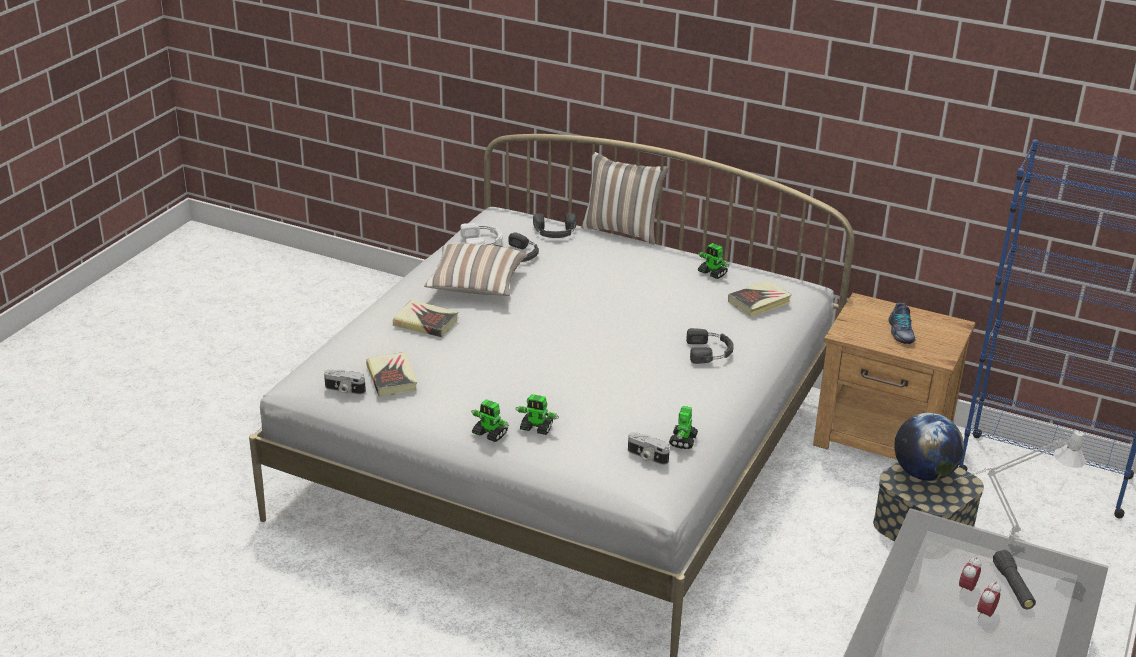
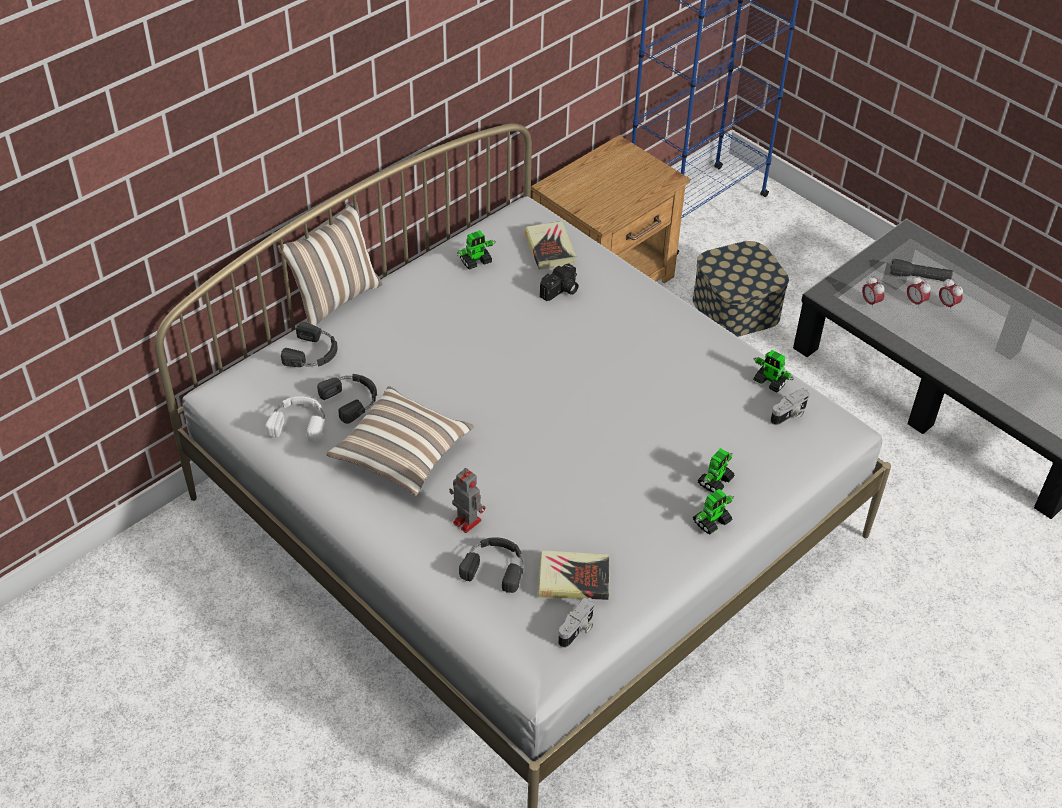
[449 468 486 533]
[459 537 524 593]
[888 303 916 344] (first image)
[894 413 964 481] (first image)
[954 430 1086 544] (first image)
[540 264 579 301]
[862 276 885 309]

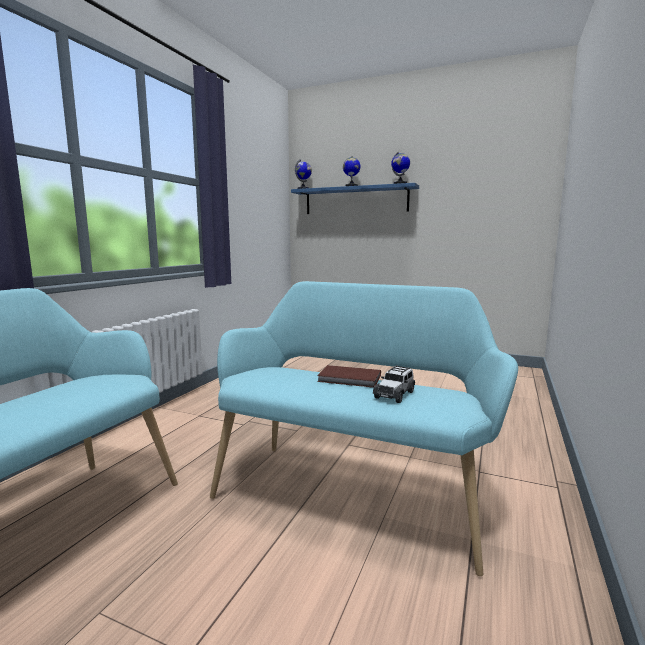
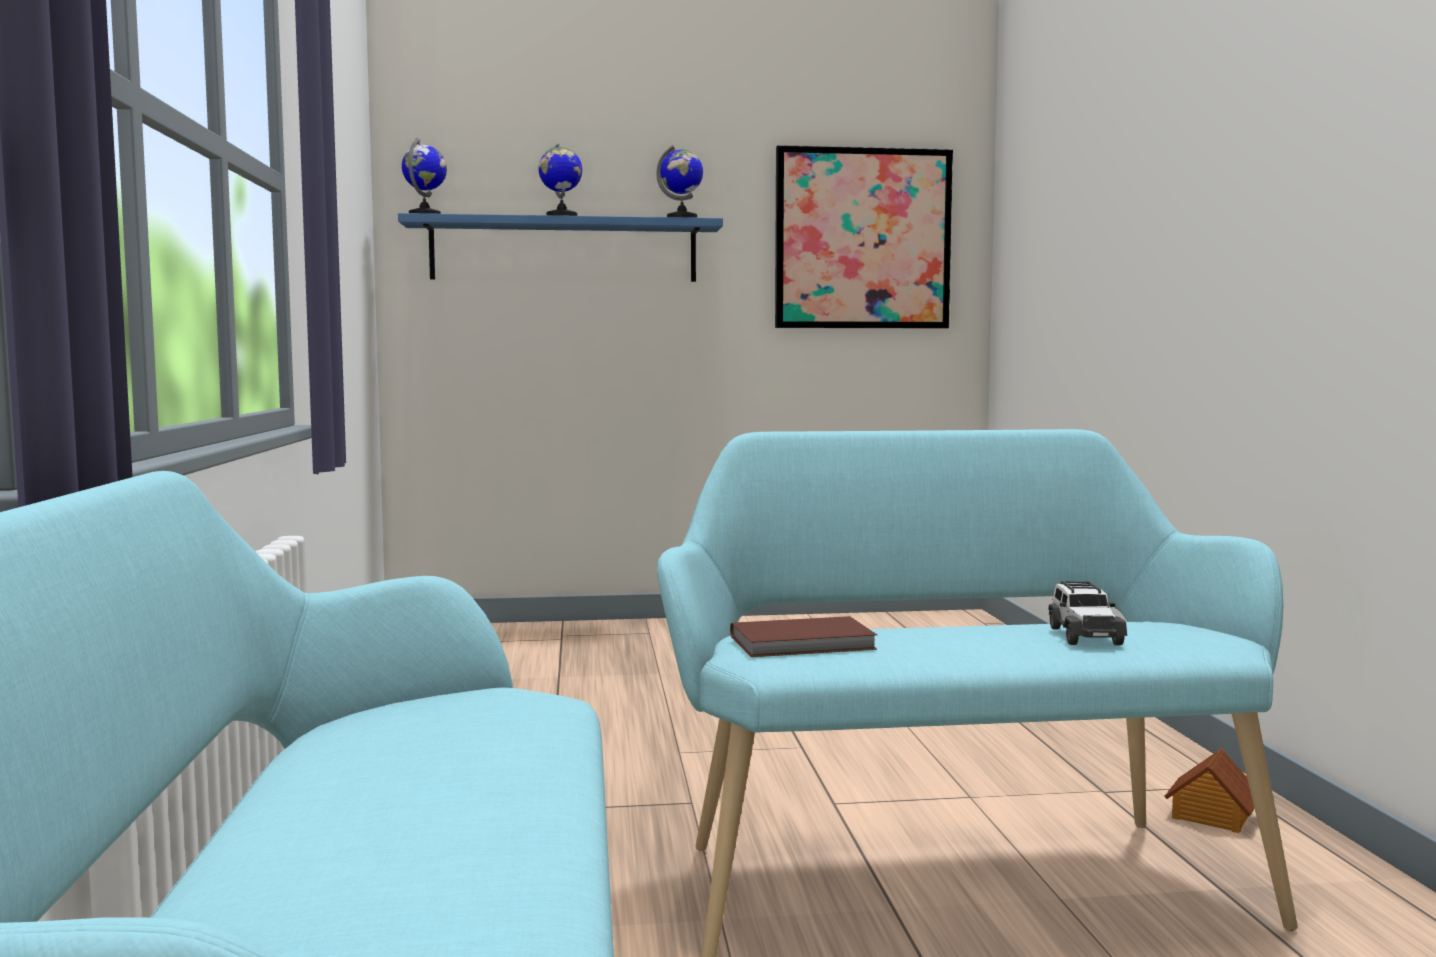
[730 616 877 657]
[775 145 953 329]
[1164 748 1255 833]

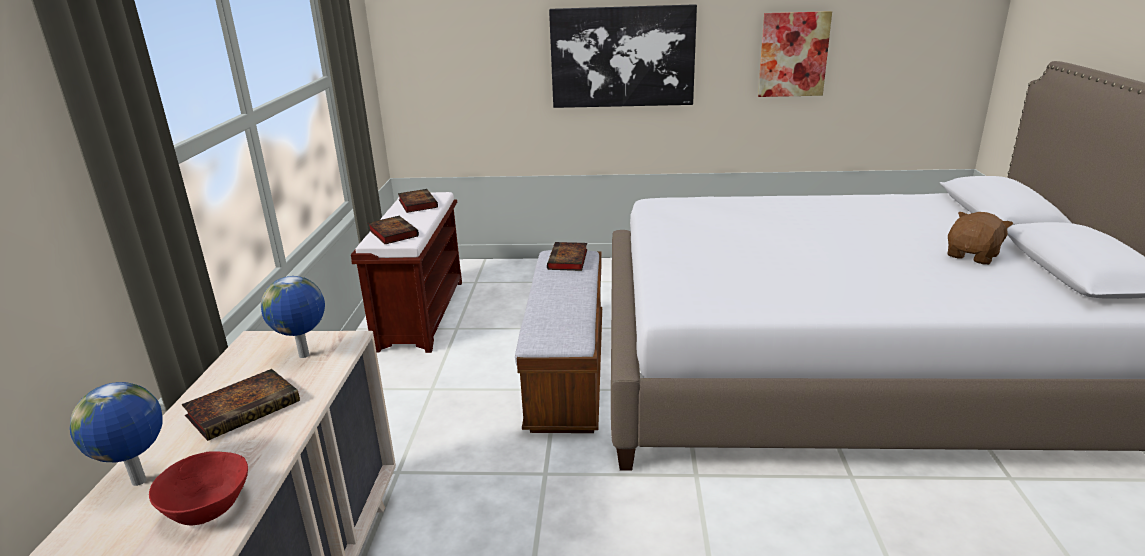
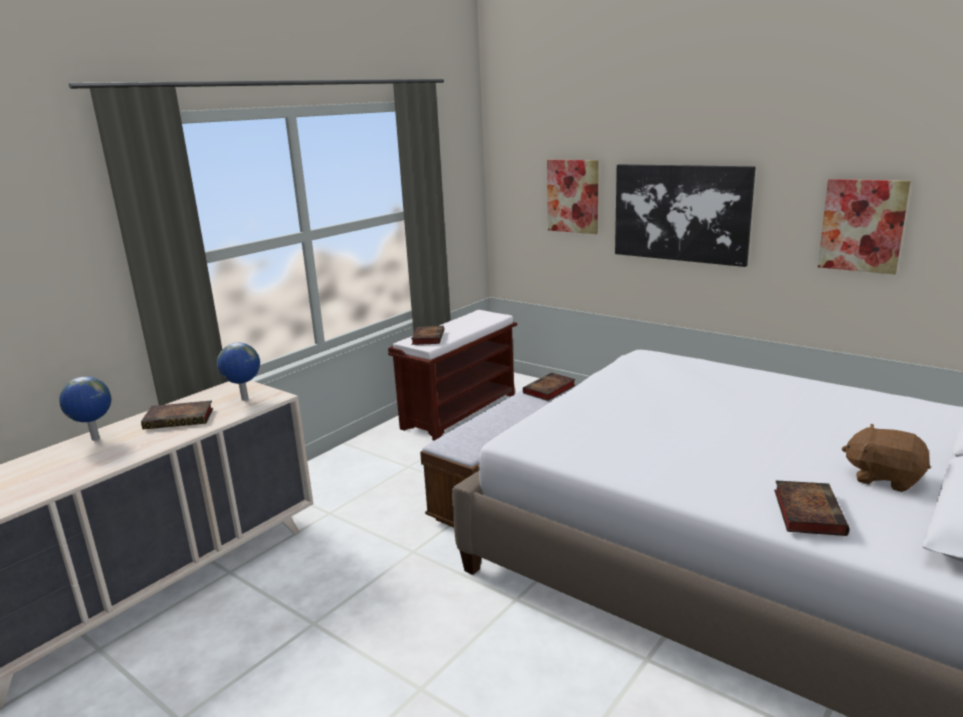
[149 451 248 525] (first image)
[774 480 850 536]
[842 424 931 492]
[547 160 599 234]

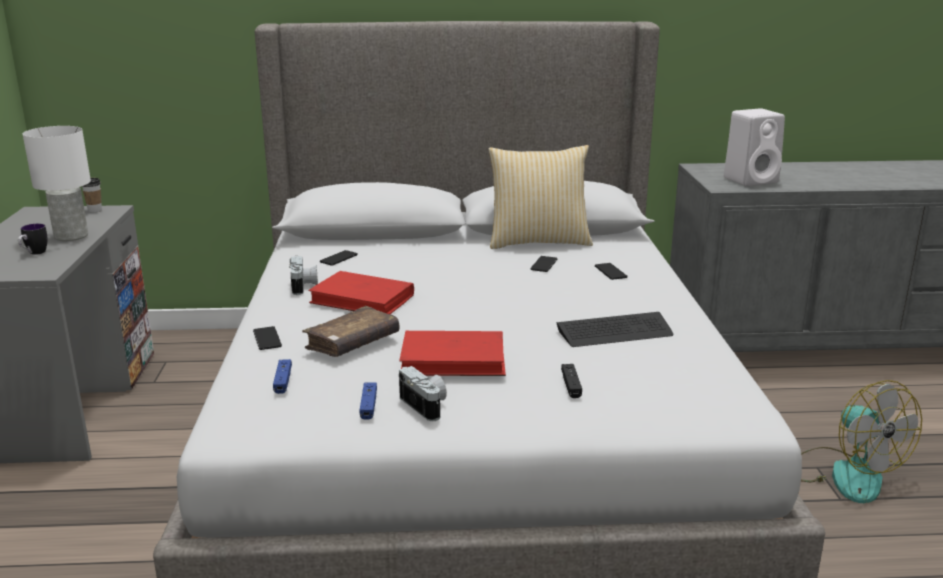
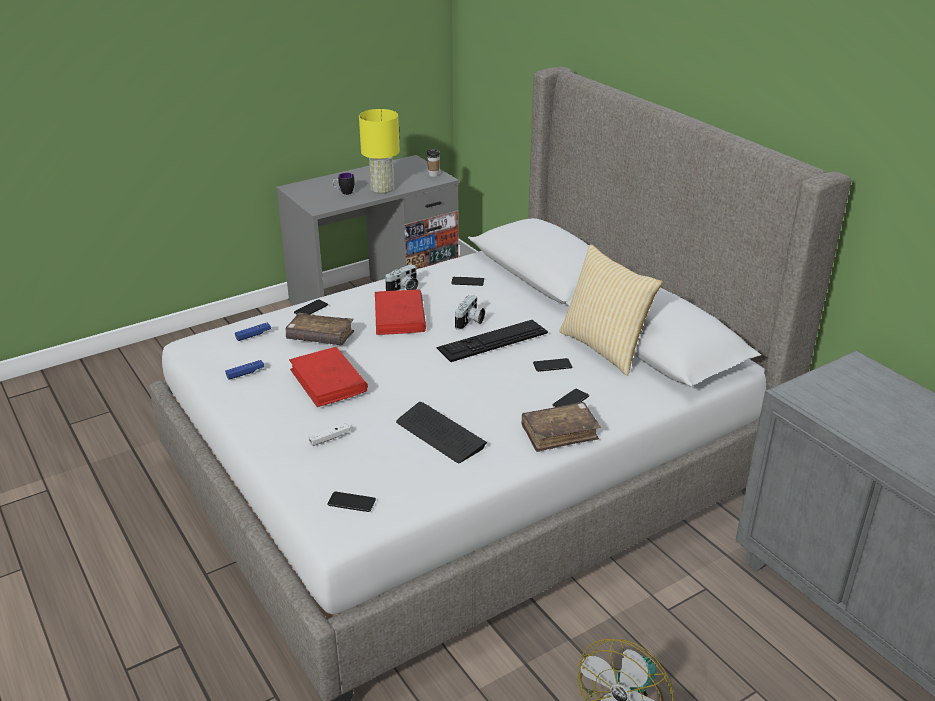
[359 109 400 193]
[455 295 485 330]
[308 423 350 446]
[724 108 785 186] (first image)
[327 492 376 512]
[436 320 548 362]
[521 402 601 452]

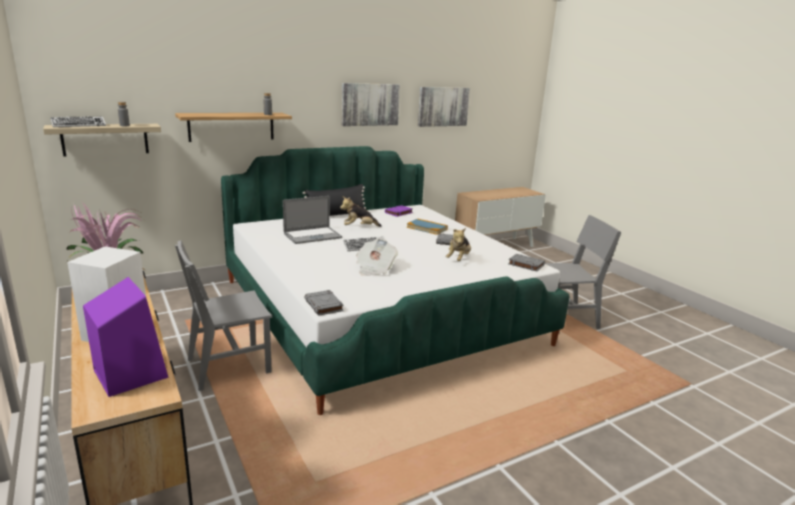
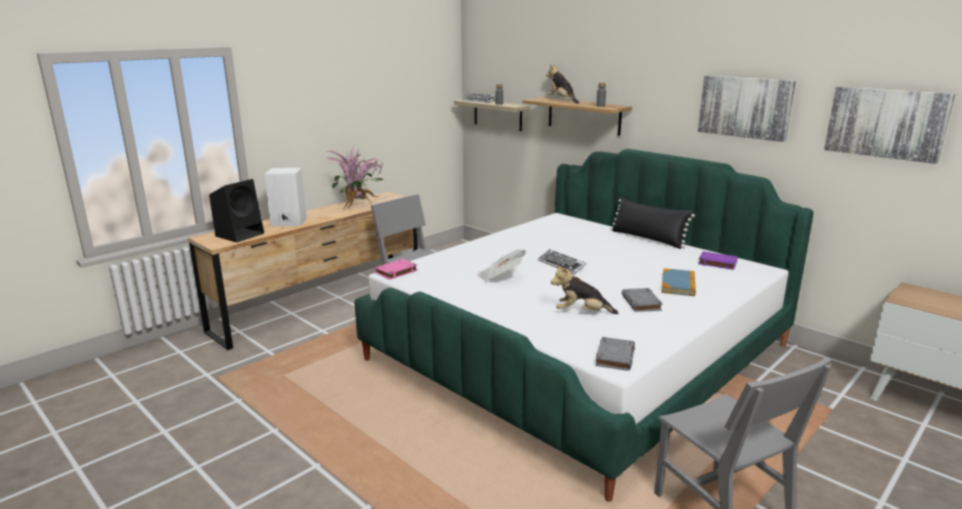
[209 179 264 242]
[283 196 342 244] (first image)
[374 259 418 280]
[546 64 579 103]

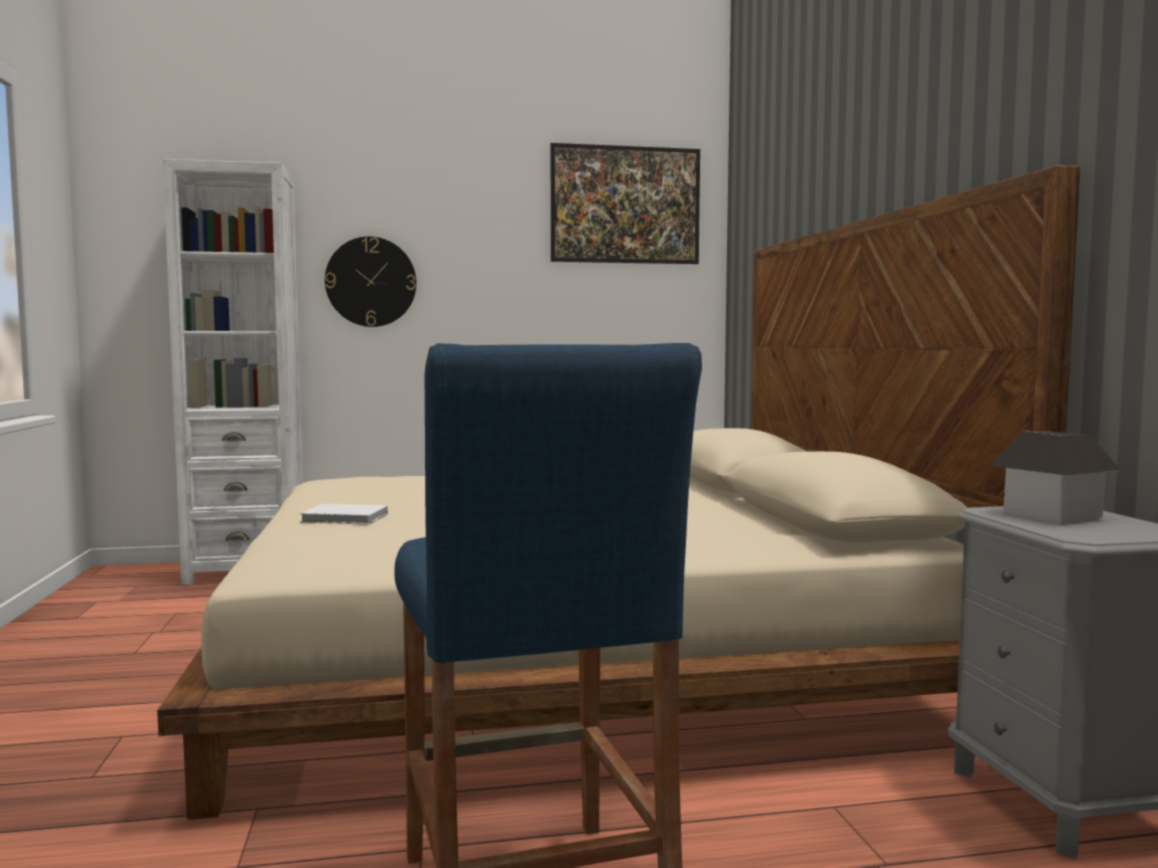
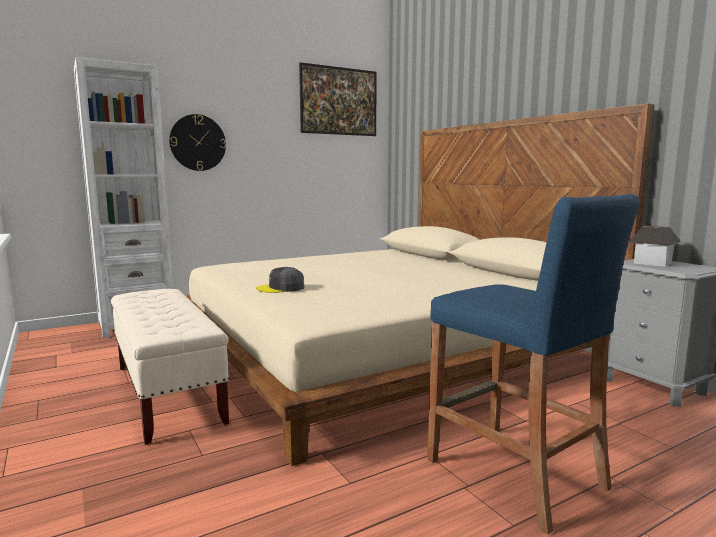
[256 267 304 293]
[111 289 229 445]

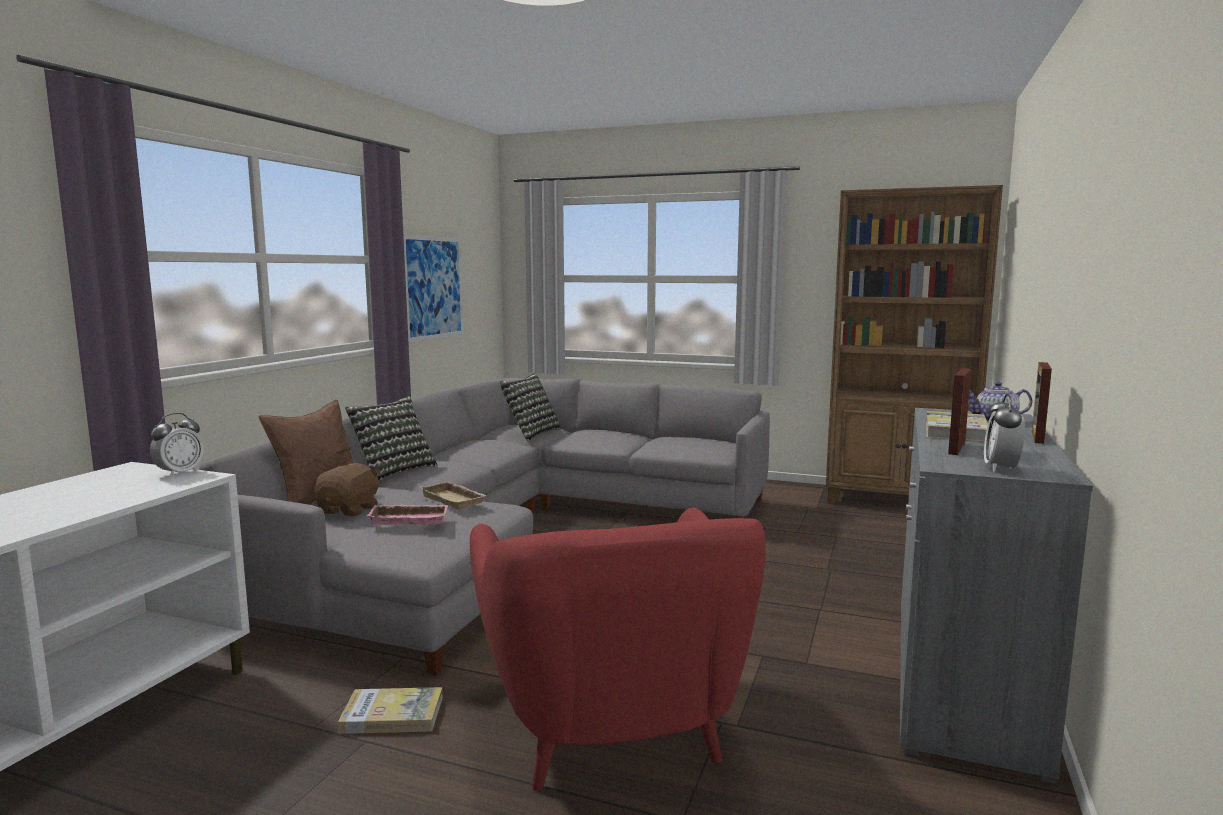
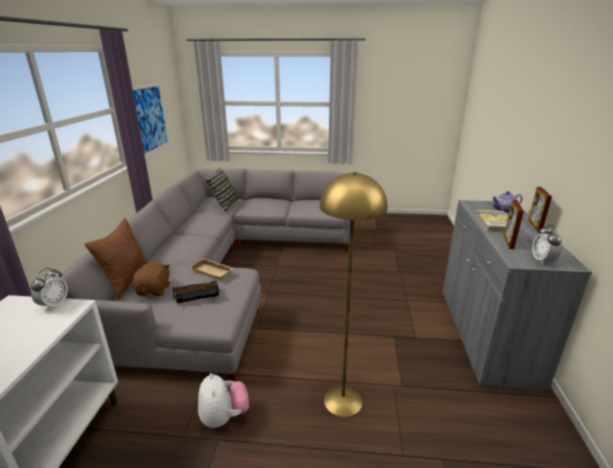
[198 373 249 428]
[345 396 437 481] (first image)
[173 281 220 303]
[320 172 388 417]
[826 185 1003 504] (first image)

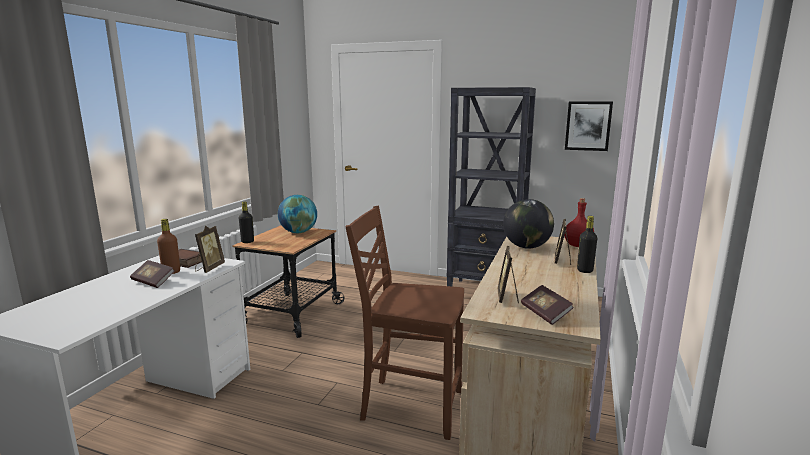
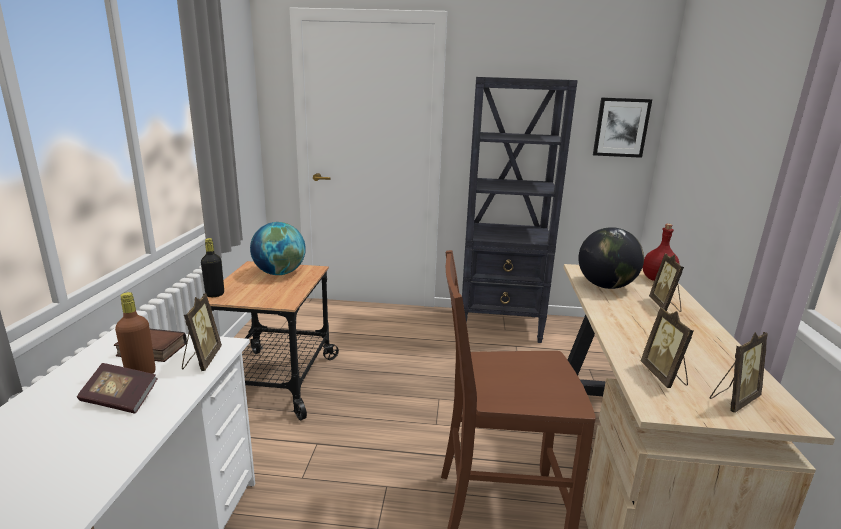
[710 332 768 413]
[577 216 597 273] (first image)

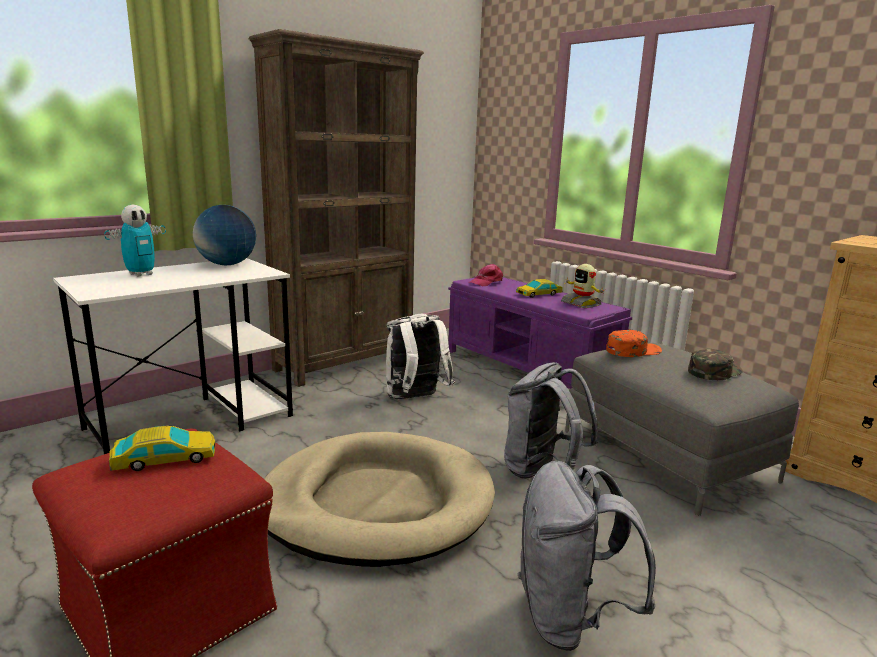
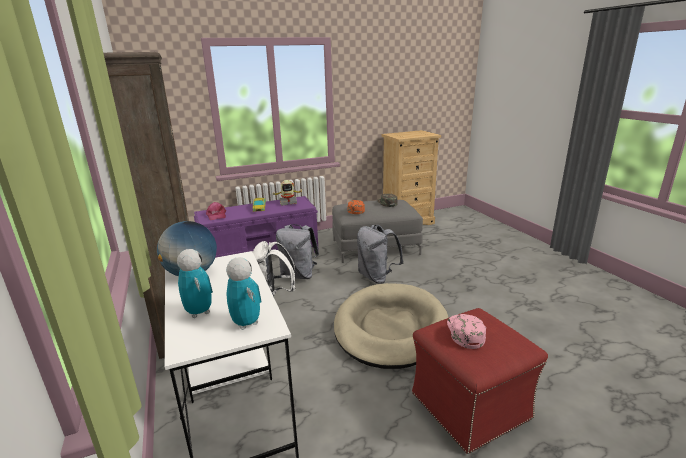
[447 314 486 349]
[276 224 319 279]
[226 257 262 330]

